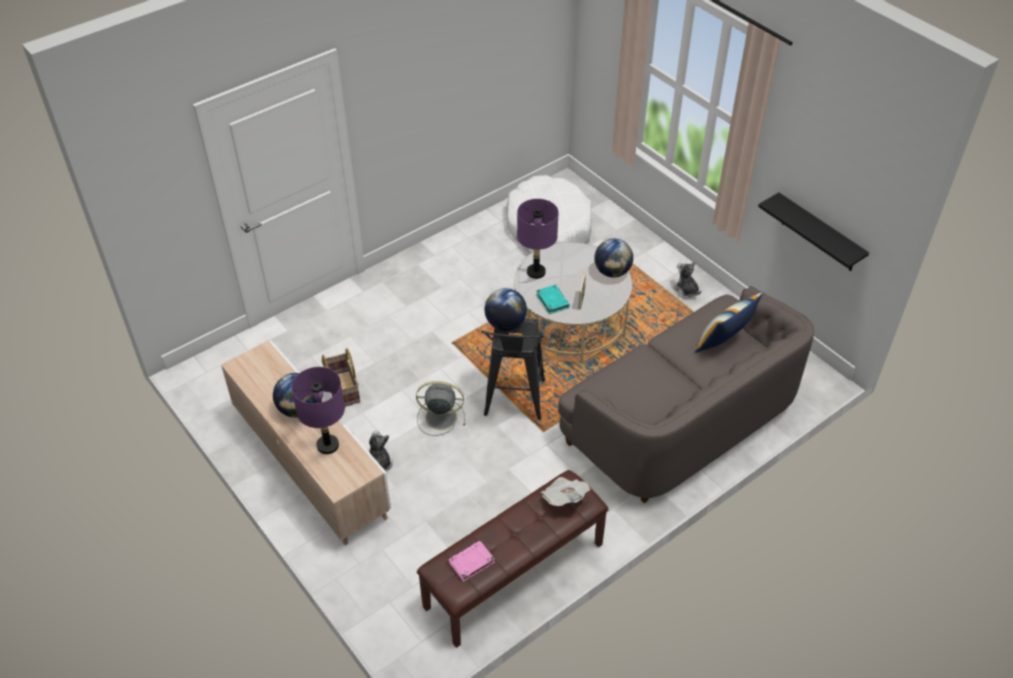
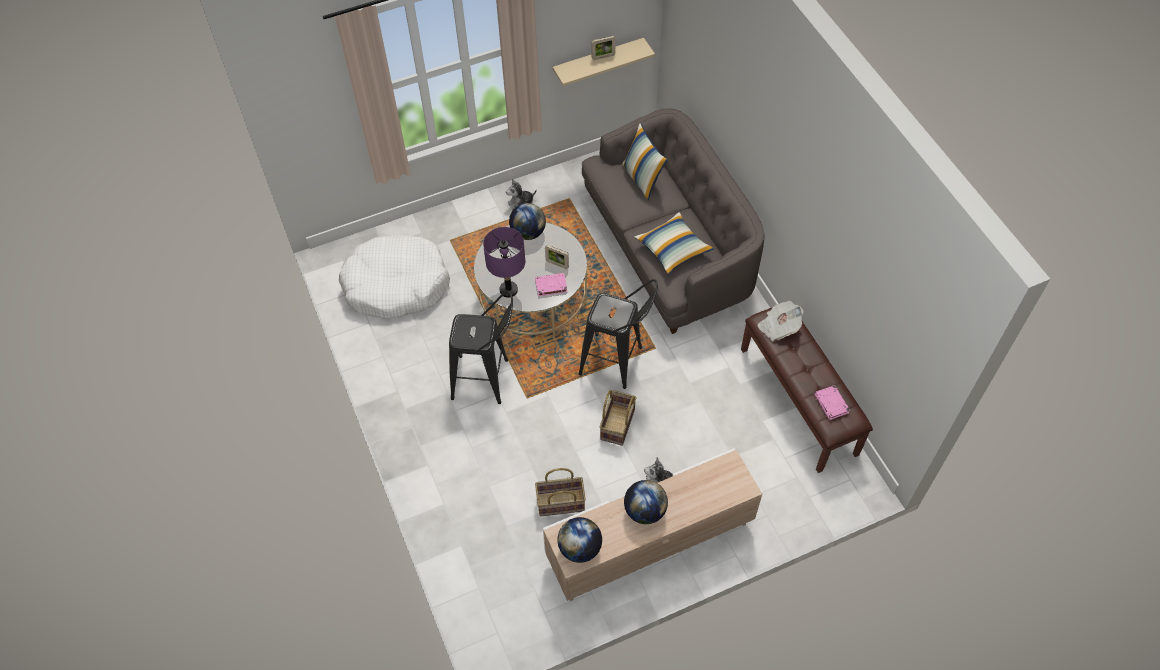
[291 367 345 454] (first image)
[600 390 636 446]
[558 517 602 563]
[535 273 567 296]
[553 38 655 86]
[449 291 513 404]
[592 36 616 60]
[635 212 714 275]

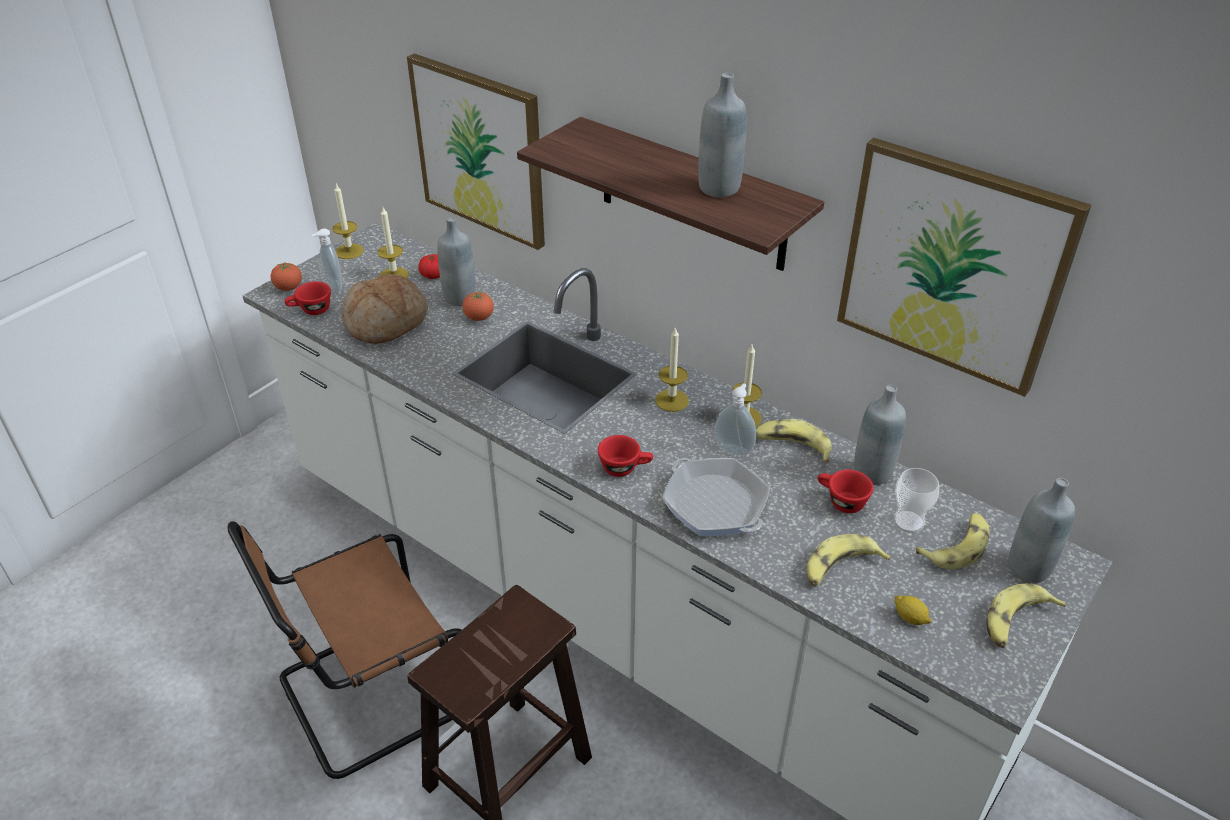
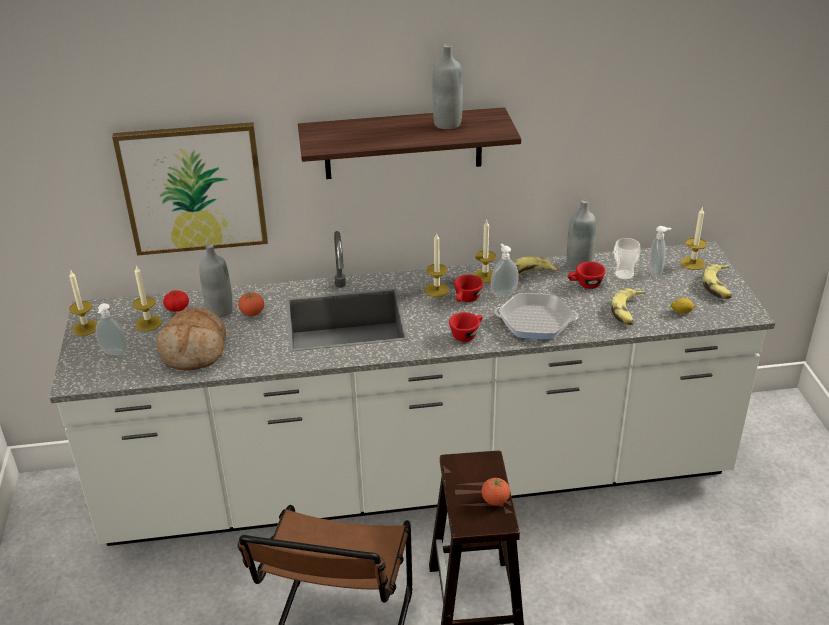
[481 478 510 505]
[454 275 483 302]
[837 138 1091 397] (first image)
[649 226 671 278]
[681 206 707 270]

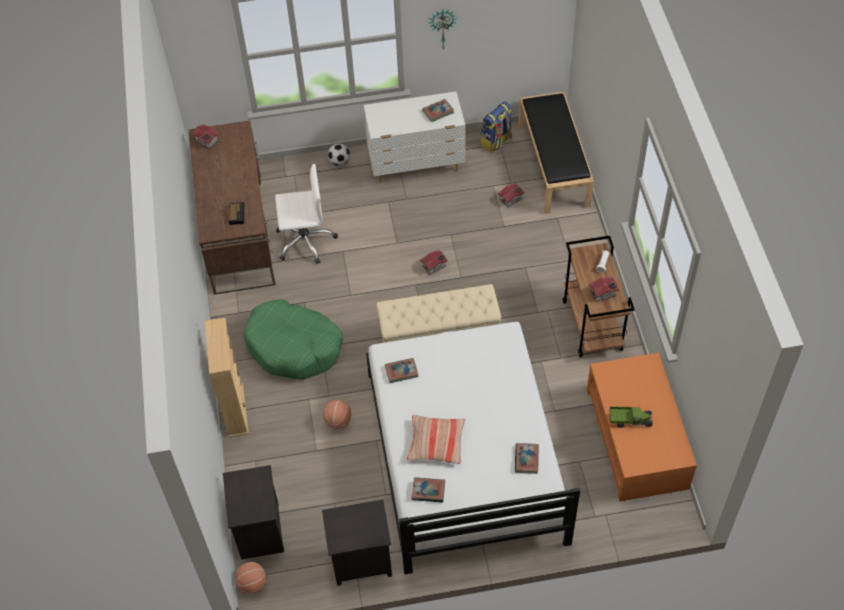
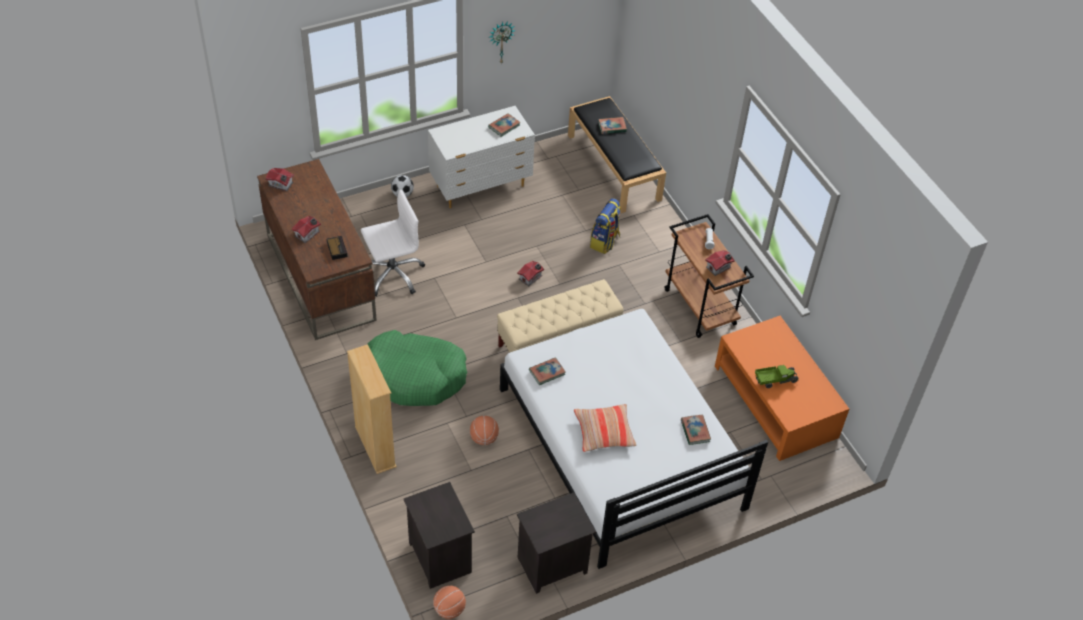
[598 117 627 134]
[590 198 621 254]
[292 216 321 243]

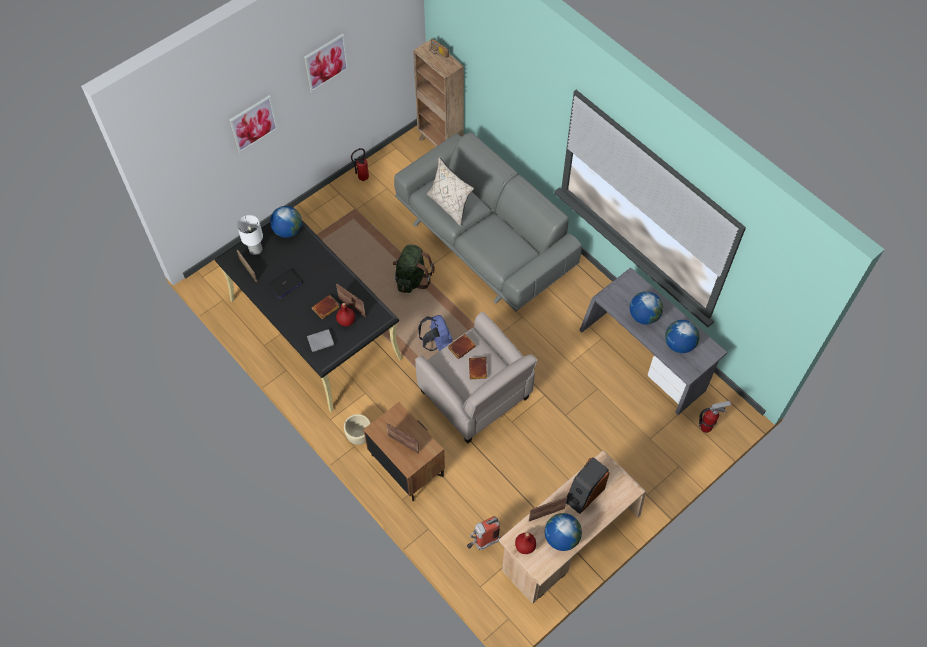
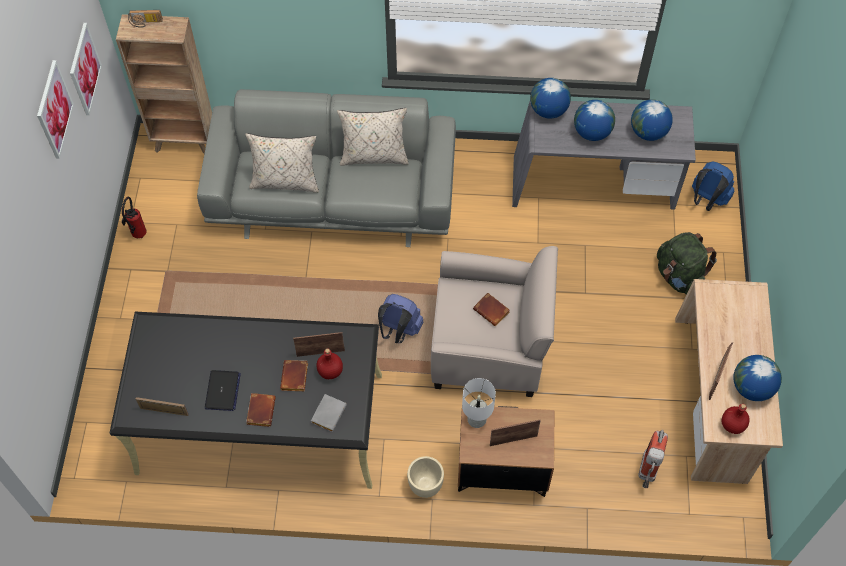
[70 23 102 115]
[462 378 496 428]
[530 78 571 119]
[657 232 717 295]
[246 393 276 427]
[566 457 610 514] (first image)
[692 161 734 211]
[337 108 409 166]

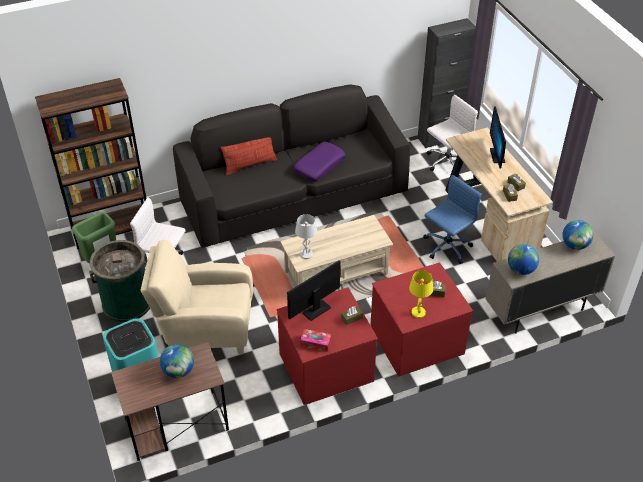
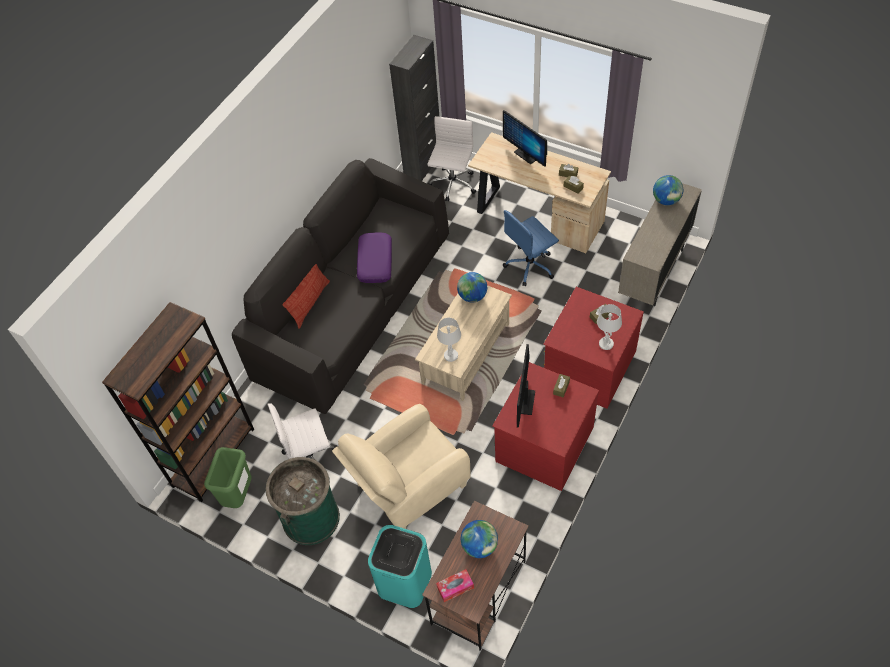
[436 569 474 602]
[597 304 622 350]
[503 210 559 287]
[457 272 487 303]

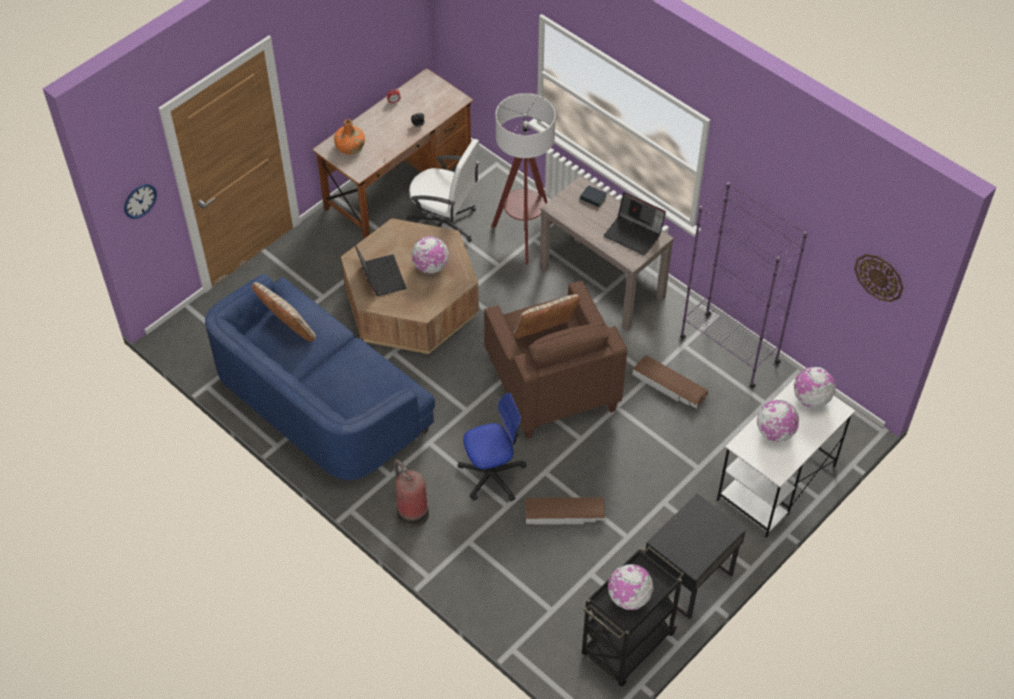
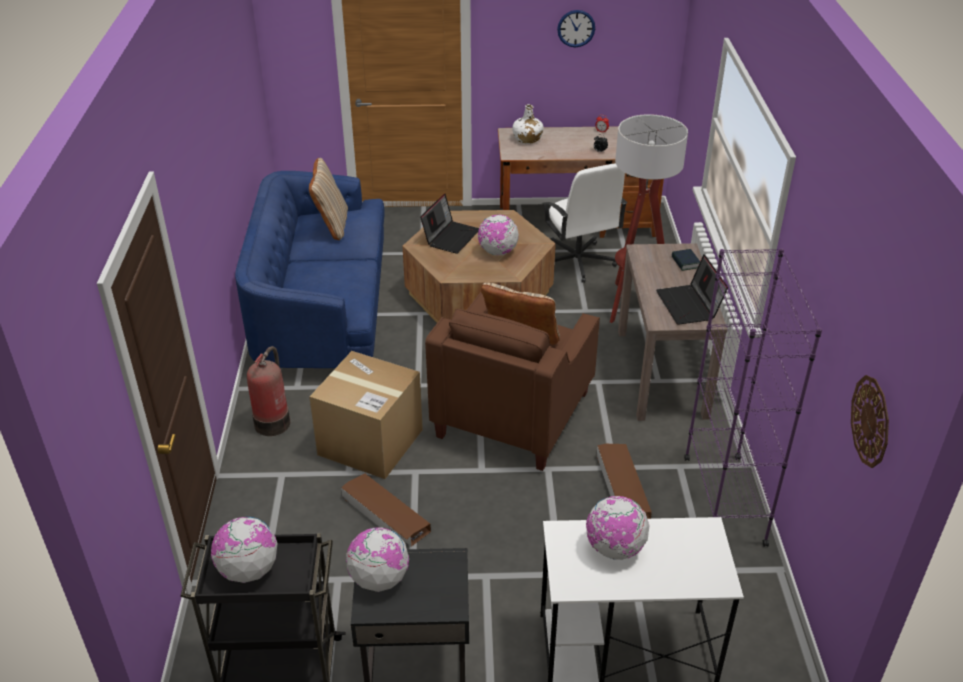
[557 10 595 48]
[512 104 544 144]
[309 351 423 479]
[346 527 409 592]

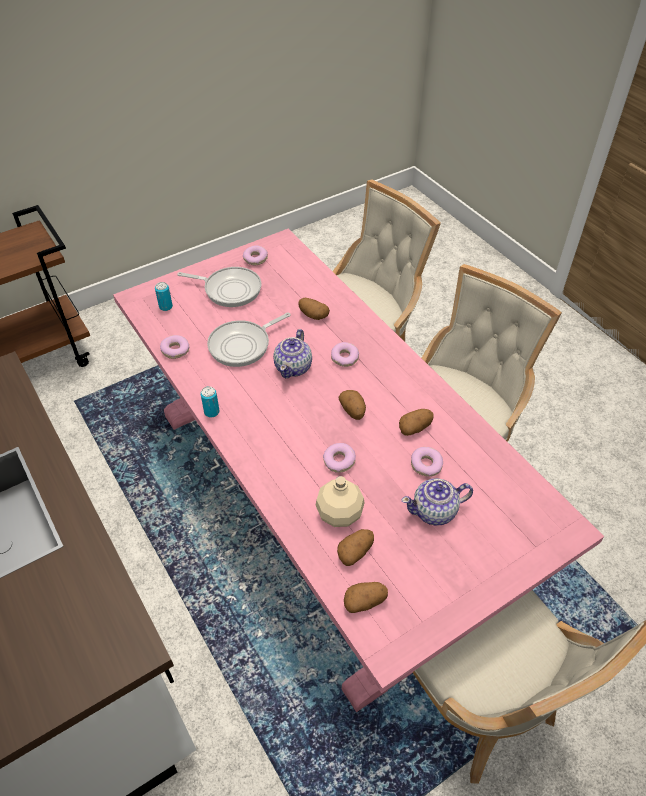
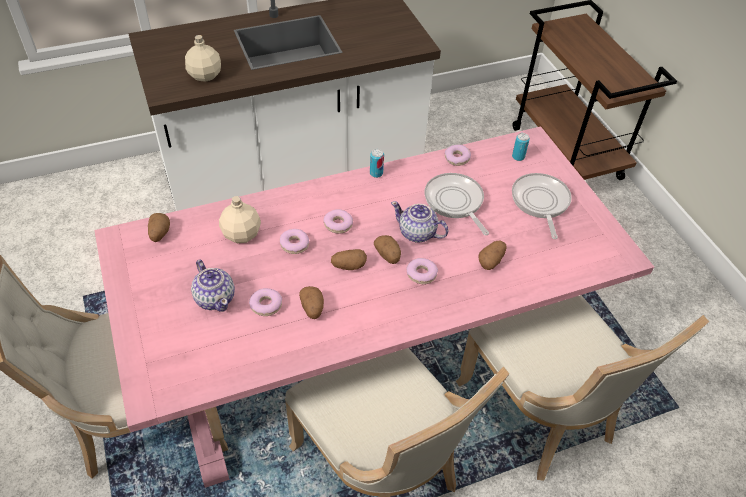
[512 173 572 239]
[323 209 353 234]
[374 235 401 264]
[191 260 235 312]
[185 35 221 82]

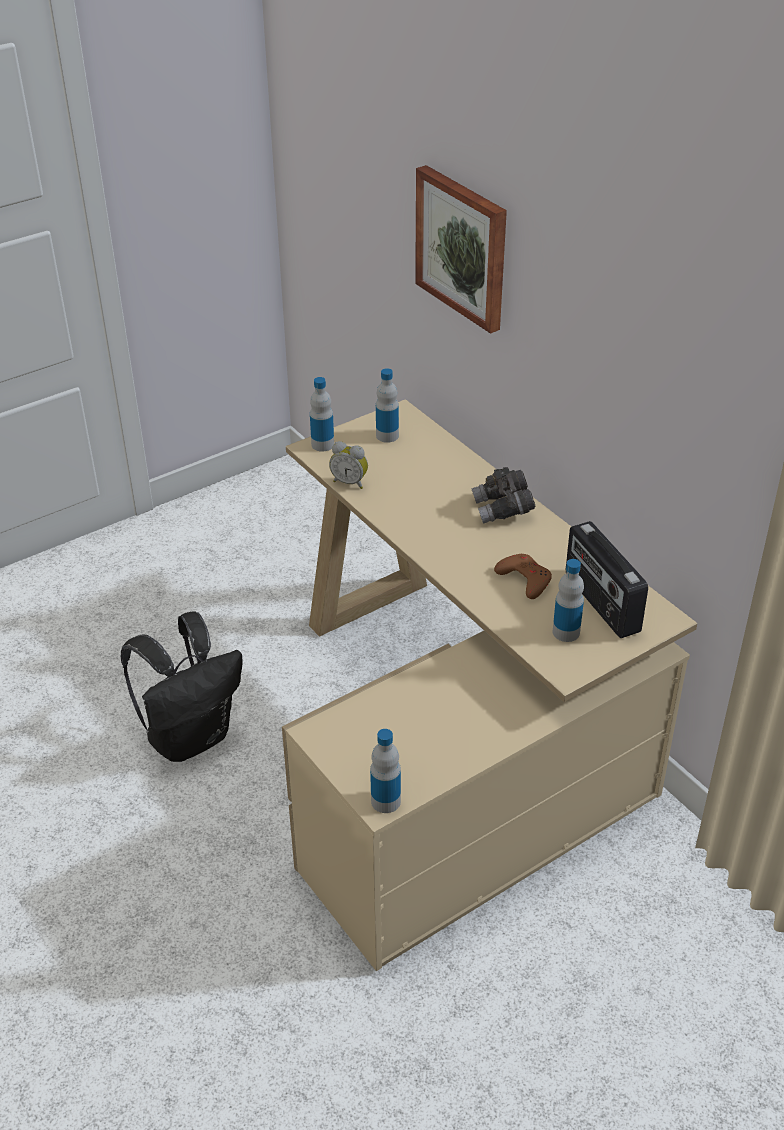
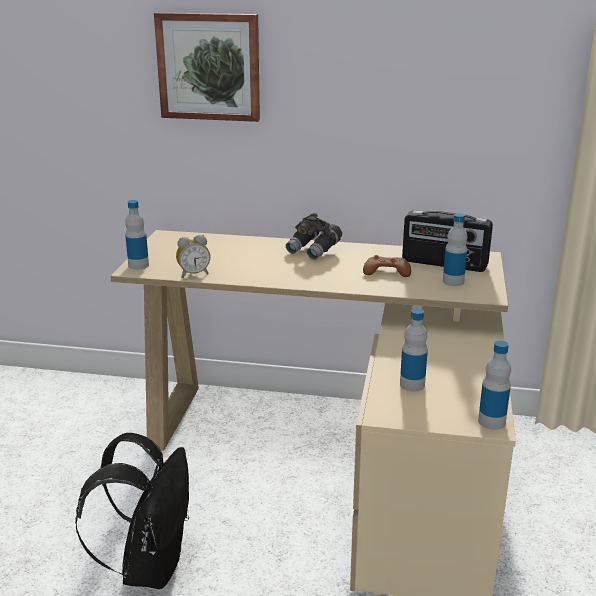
[400 308 428 391]

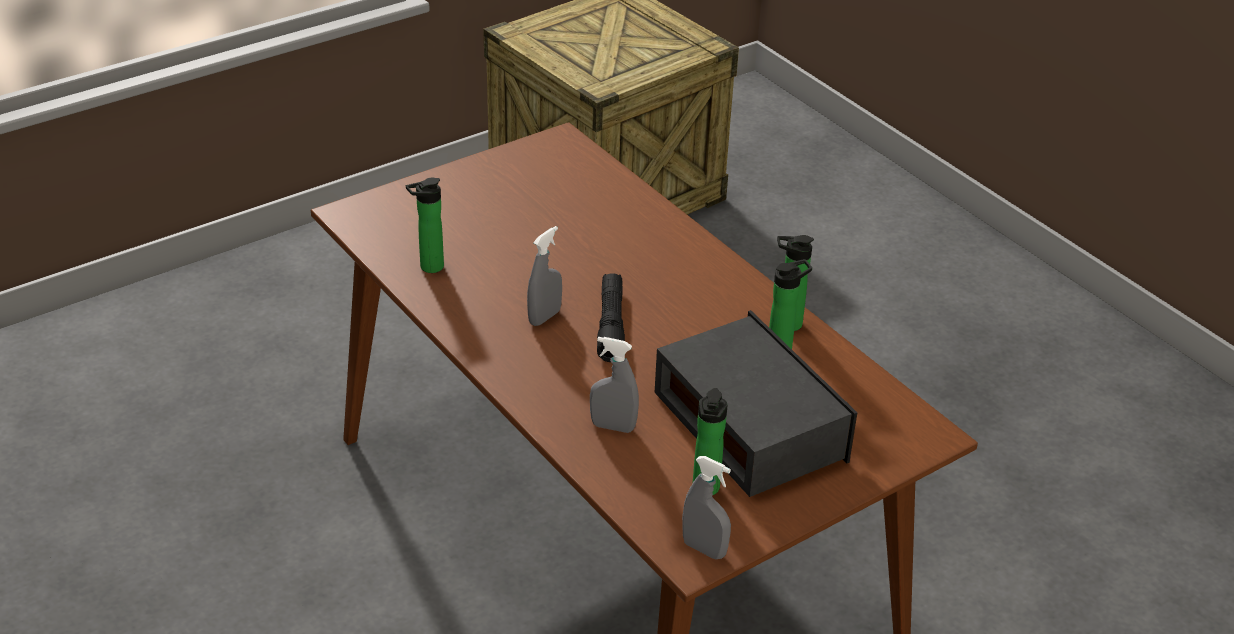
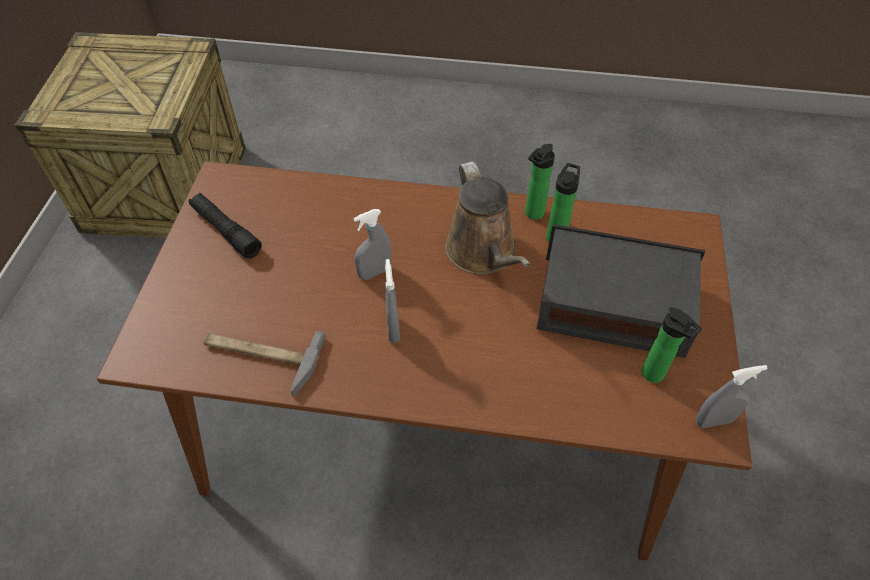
[203 330 325 397]
[354 209 391 280]
[189 193 262 259]
[445 161 530 274]

